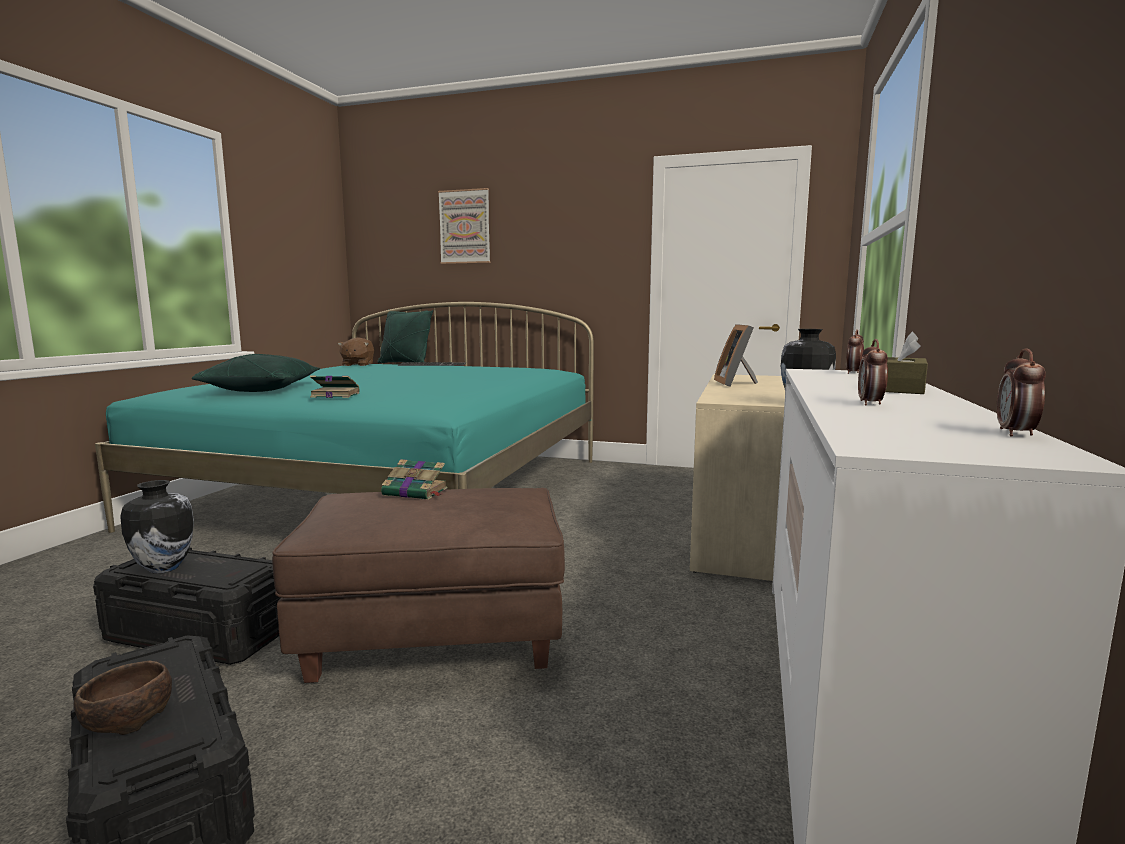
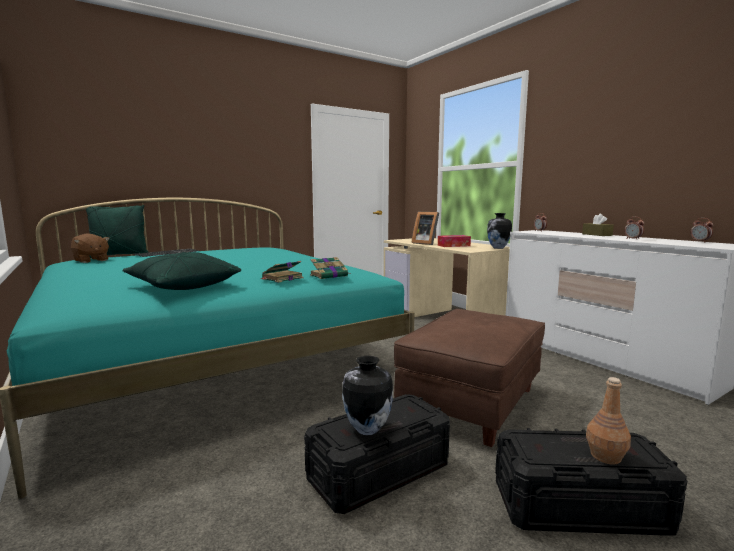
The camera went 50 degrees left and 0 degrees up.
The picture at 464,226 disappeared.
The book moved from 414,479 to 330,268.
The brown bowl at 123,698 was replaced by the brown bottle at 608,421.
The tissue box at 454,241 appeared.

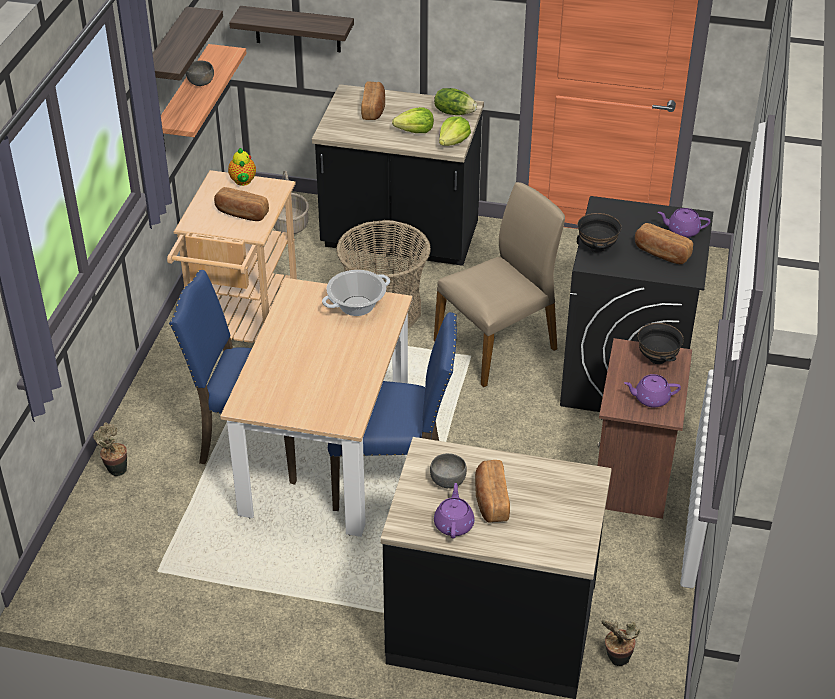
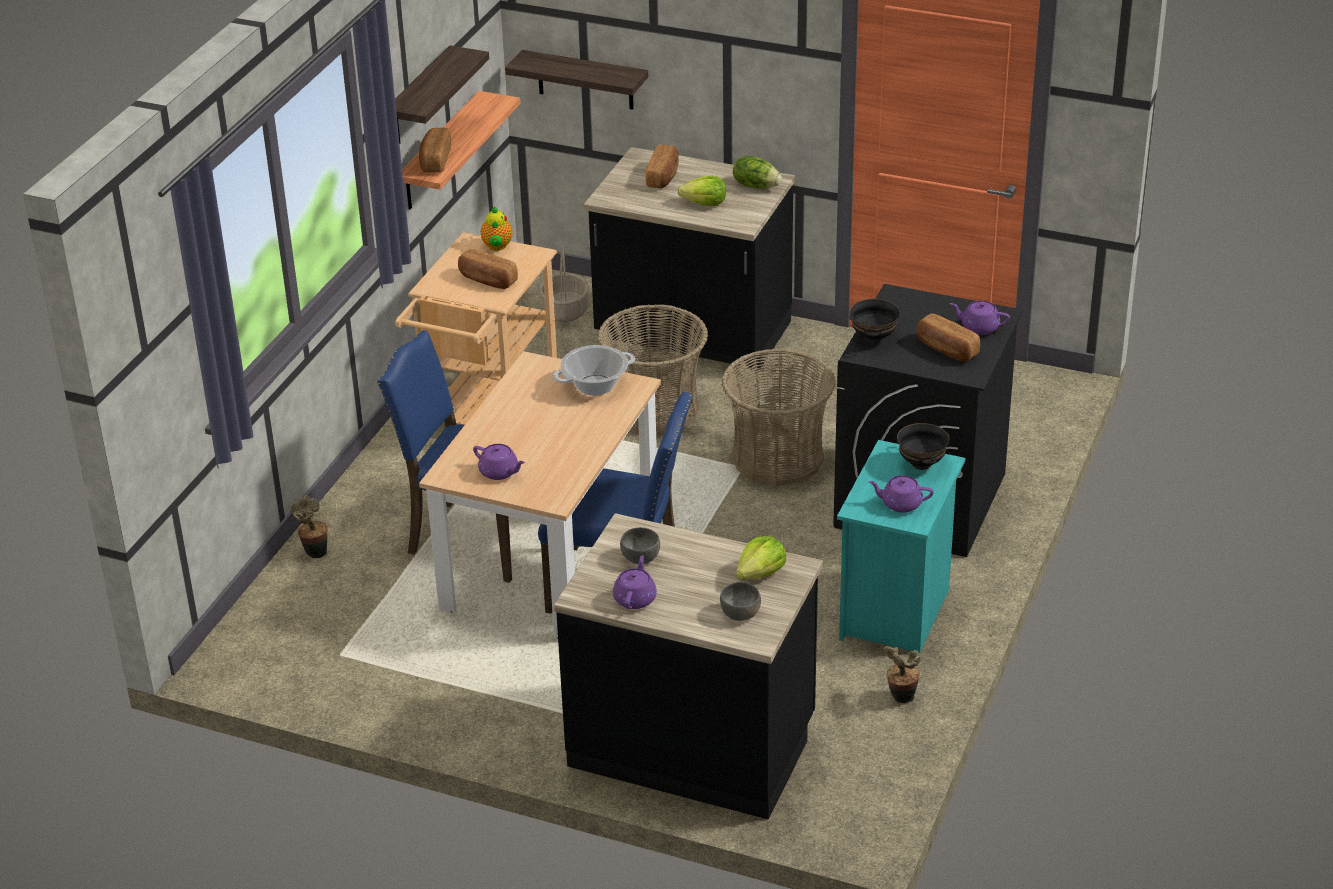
The camera went 10 degrees right and 5 degrees down.
The grey bowl moved from 200,73 to 740,601.
The lettuce moved from 455,131 to 761,558.
The beige chair at 499,285 was replaced by the basket at 778,417.
The brown nightstand at 644,428 became the turquoise nightstand at 901,546.
The bread moved from 492,491 to 435,150.
The potted plant moved from 621,643 to 902,674.
The purple teapot at 499,462 appeared.

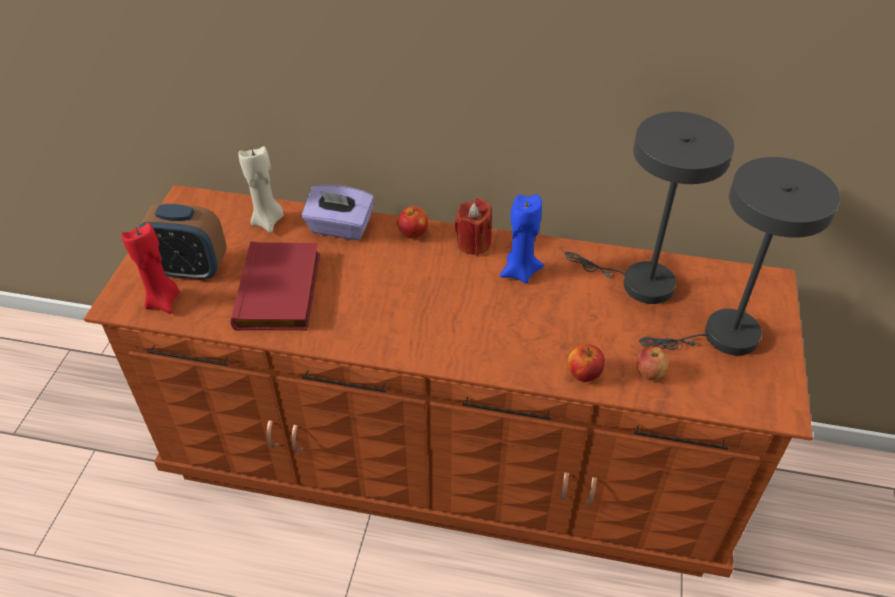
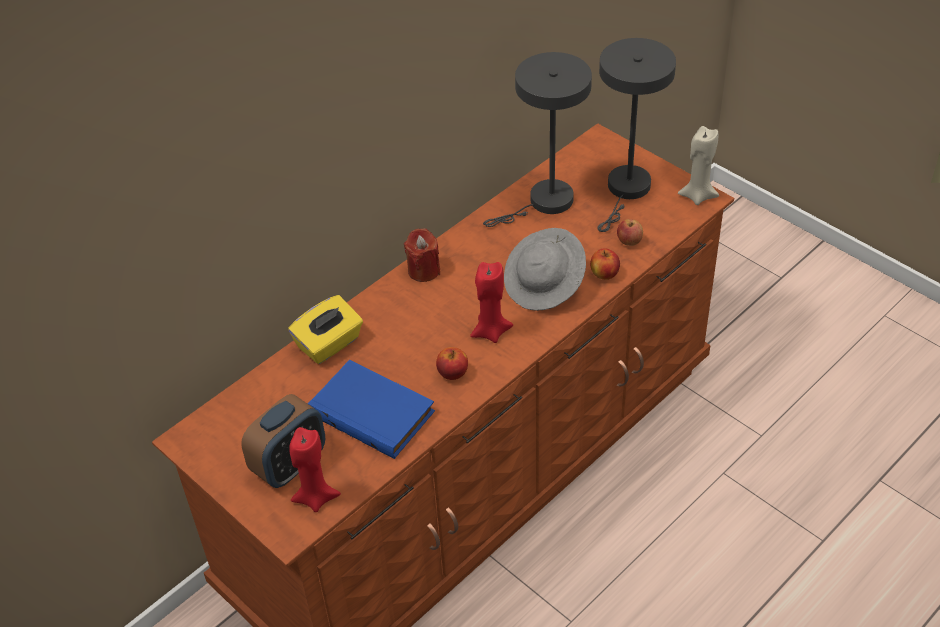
The camera went 55 degrees left and 0 degrees up.
The beige candle moved from 261,189 to 698,165.
The purple tissue box at 338,212 became the yellow tissue box at 325,329.
The blue candle at 522,238 disappeared.
The apple moved from 412,222 to 452,363.
The red book at 275,286 became the blue book at 371,409.
The grey hat at 545,269 appeared.
The red candle at 491,302 appeared.

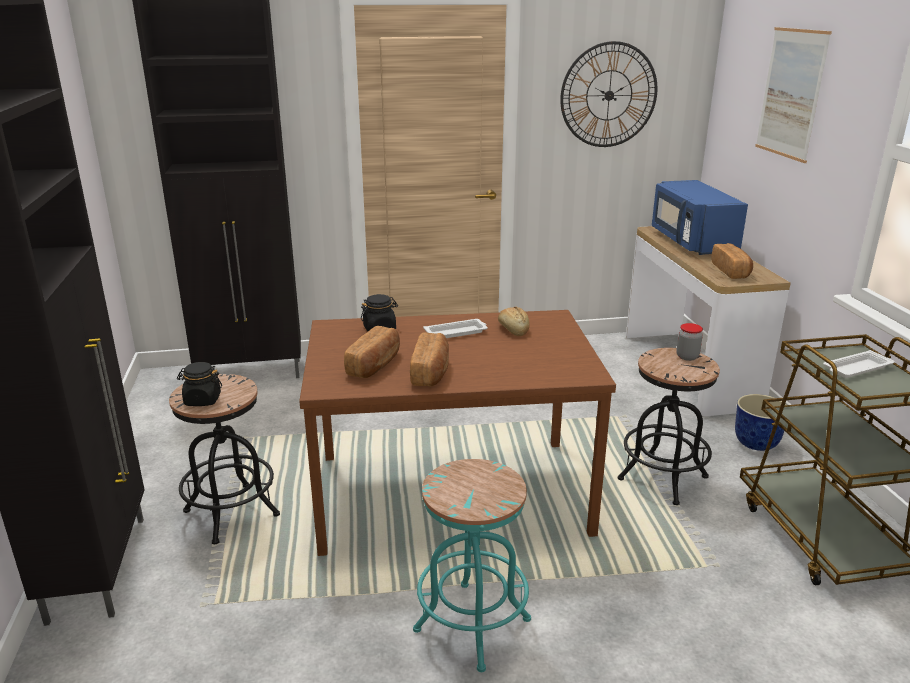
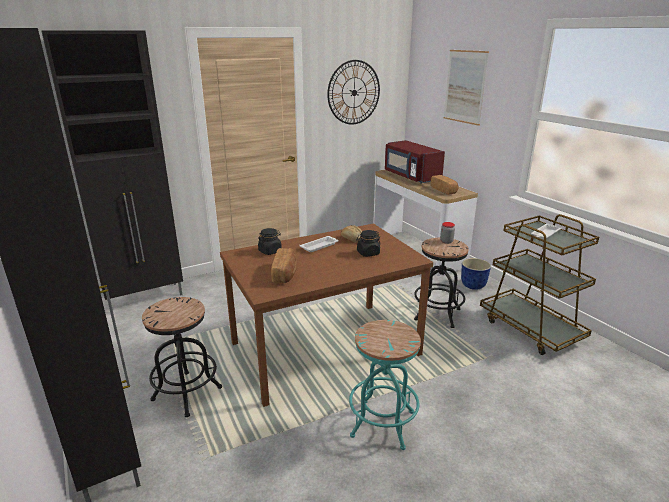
The camera went 20 degrees left and 0 degrees up.
The blue microwave at 700,217 became the red microwave at 415,161.
The bread at 429,359 disappeared.
The black jar moved from 199,384 to 368,243.

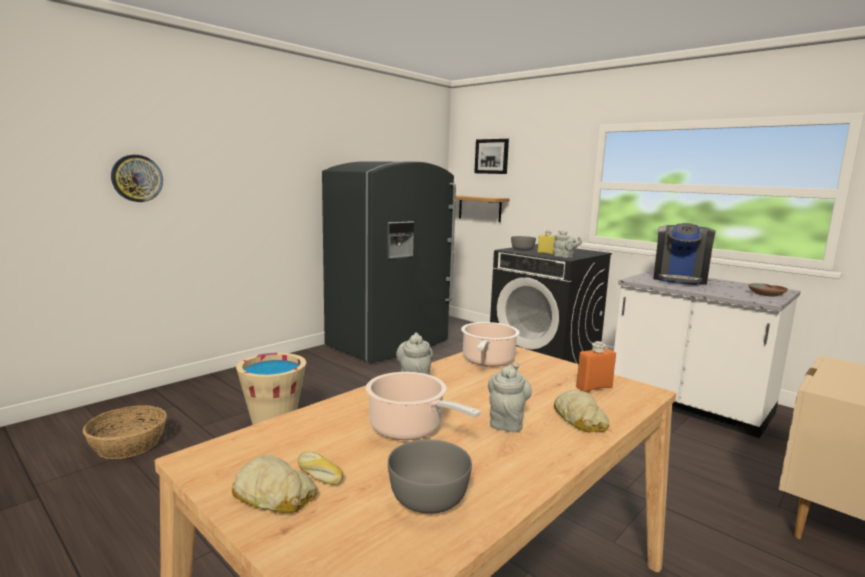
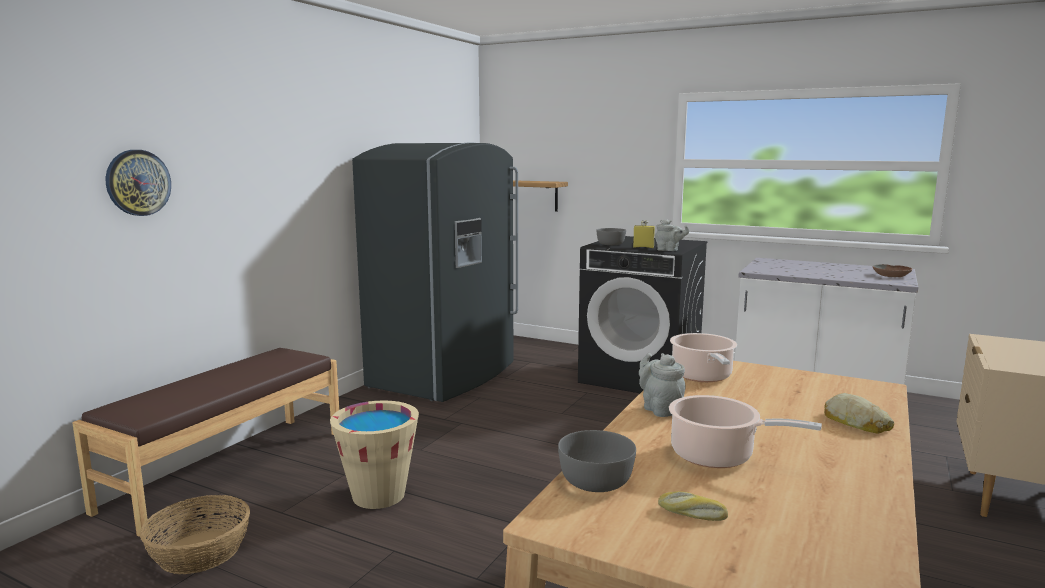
The camera went 15 degrees left and 0 degrees up.
The picture at 491,156 disappeared.
The coffee machine at 684,254 disappeared.
The orange bottle at 596,366 disappeared.
The grey teapot at 510,397 disappeared.
The grey bowl moved from 430,476 to 597,461.
The bread at 274,484 disappeared.
The brown bench at 205,442 appeared.

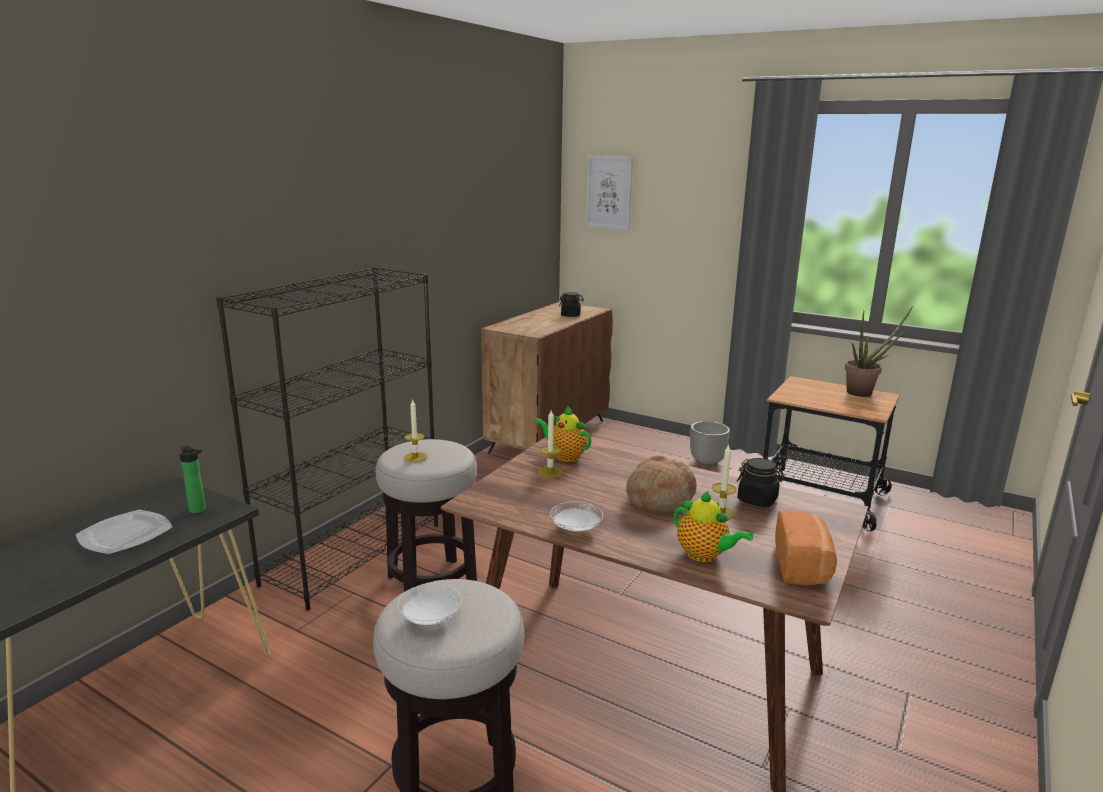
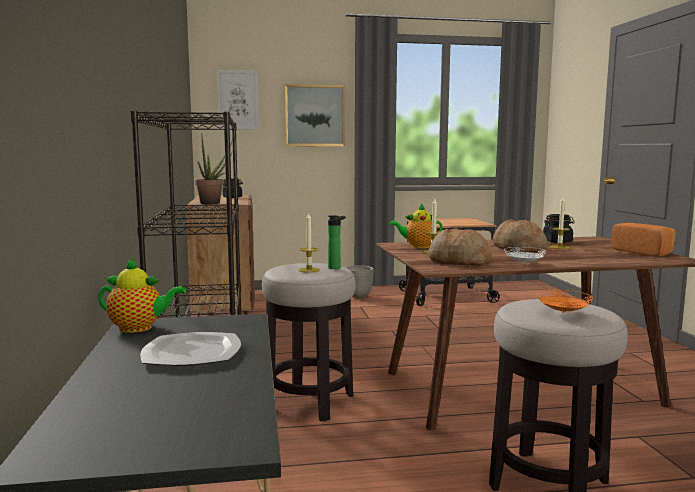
The camera went 40 degrees left and 10 degrees down.
The potted plant moved from 879,351 to 213,168.
The bottle moved from 193,479 to 337,242.
The teapot moved from 713,526 to 142,295.
The white plate at 430,604 became the orange plate at 565,301.
The picture at 315,115 appeared.
The bread at 460,247 appeared.

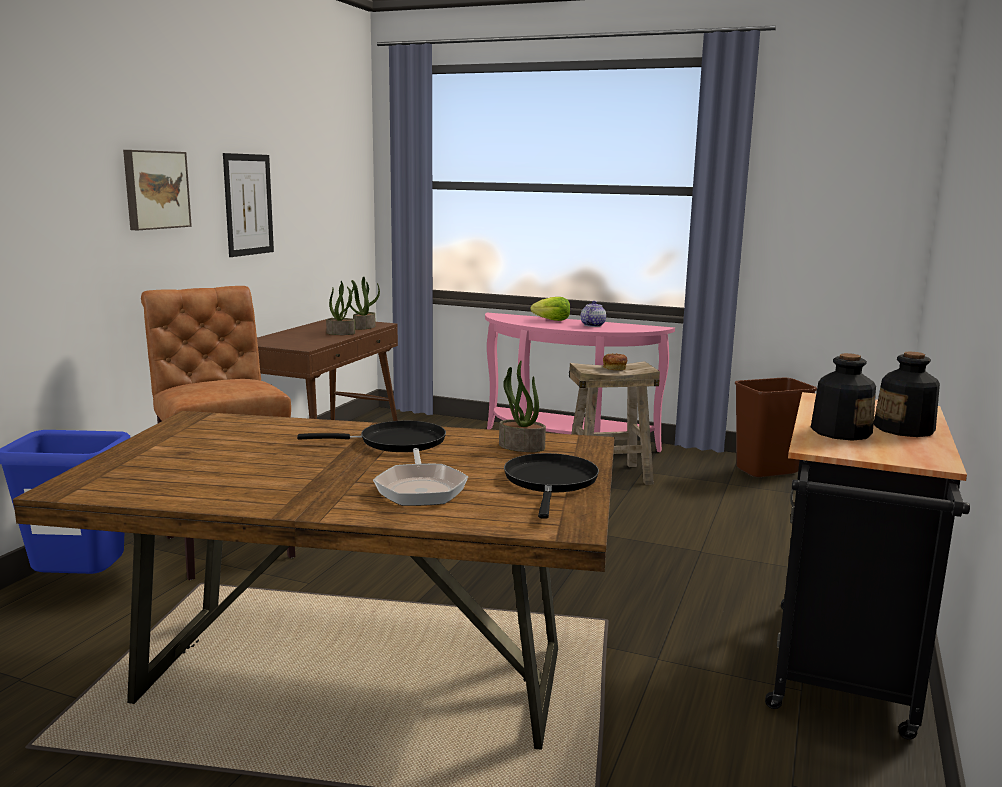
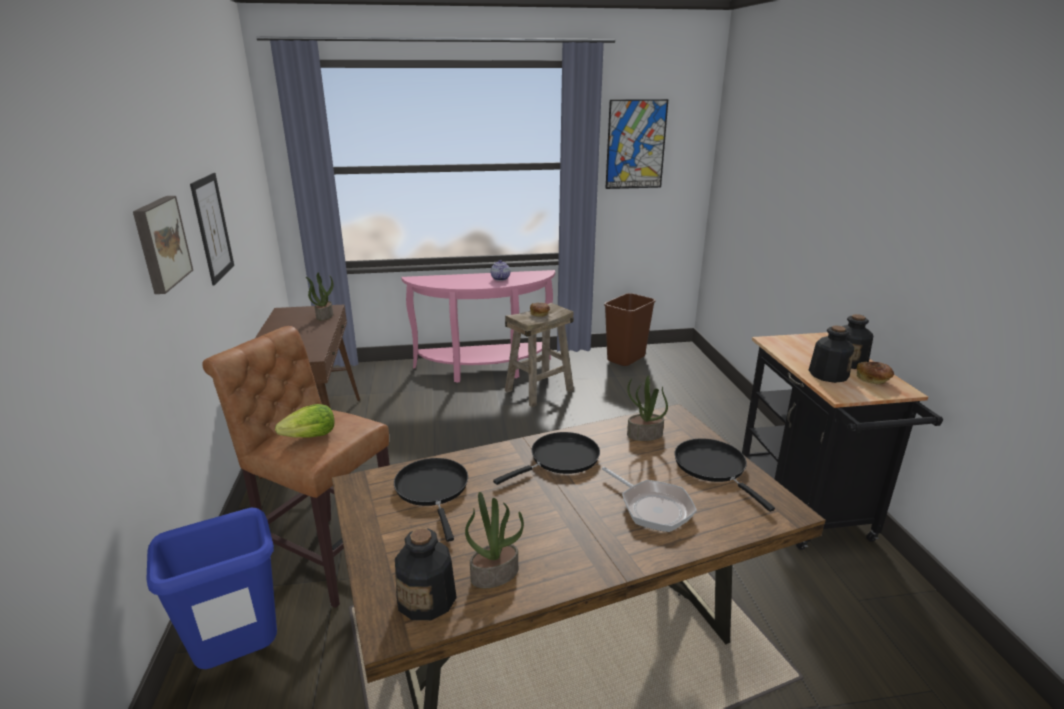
The camera went 30 degrees left and 10 degrees up.
The potted plant moved from 340,308 to 494,540.
The lettuce moved from 550,309 to 304,421.
The picture at 637,144 appeared.
The bread at 875,372 appeared.
The black frying pan at 431,500 appeared.
The bottle at 426,574 appeared.

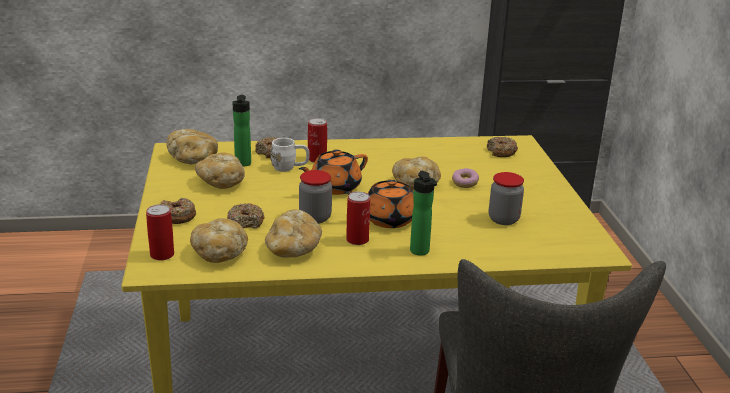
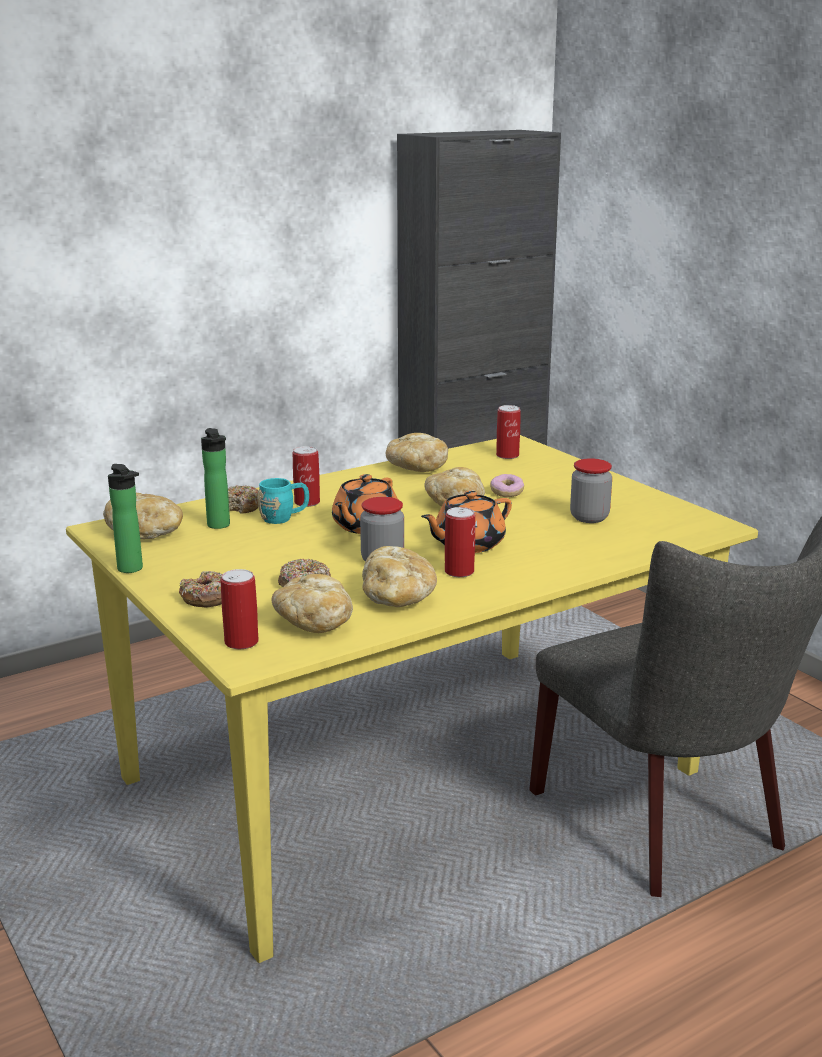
The camera went 25 degrees left and 5 degrees down.
The donut at 502,147 was replaced by the can at 508,432.
The white mug at 290,155 became the turquoise mug at 283,501.
The bread moved from 220,170 to 417,452.
The bottle moved from 423,213 to 125,518.

